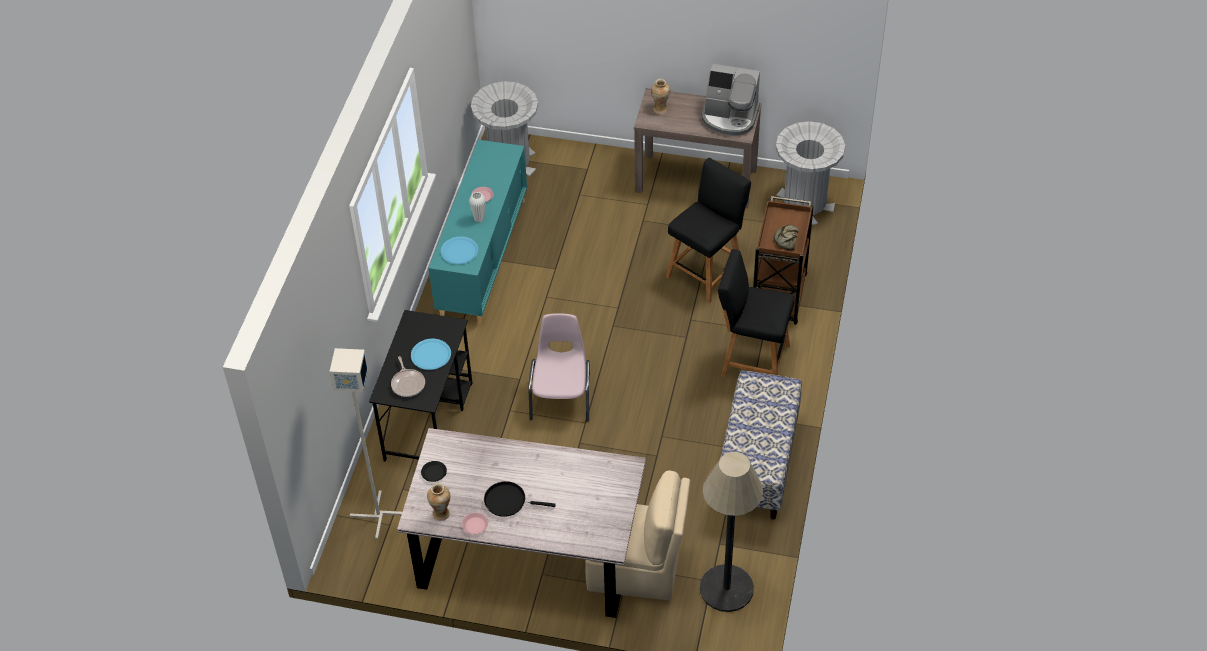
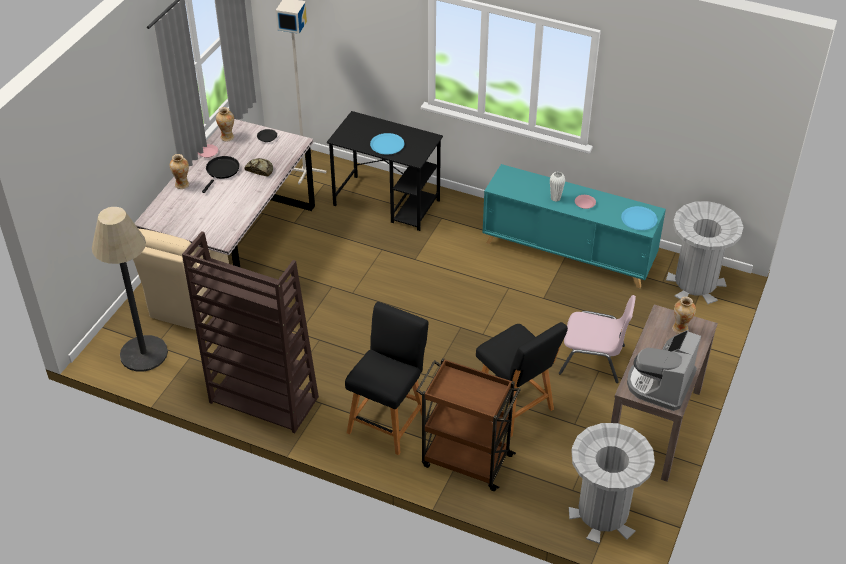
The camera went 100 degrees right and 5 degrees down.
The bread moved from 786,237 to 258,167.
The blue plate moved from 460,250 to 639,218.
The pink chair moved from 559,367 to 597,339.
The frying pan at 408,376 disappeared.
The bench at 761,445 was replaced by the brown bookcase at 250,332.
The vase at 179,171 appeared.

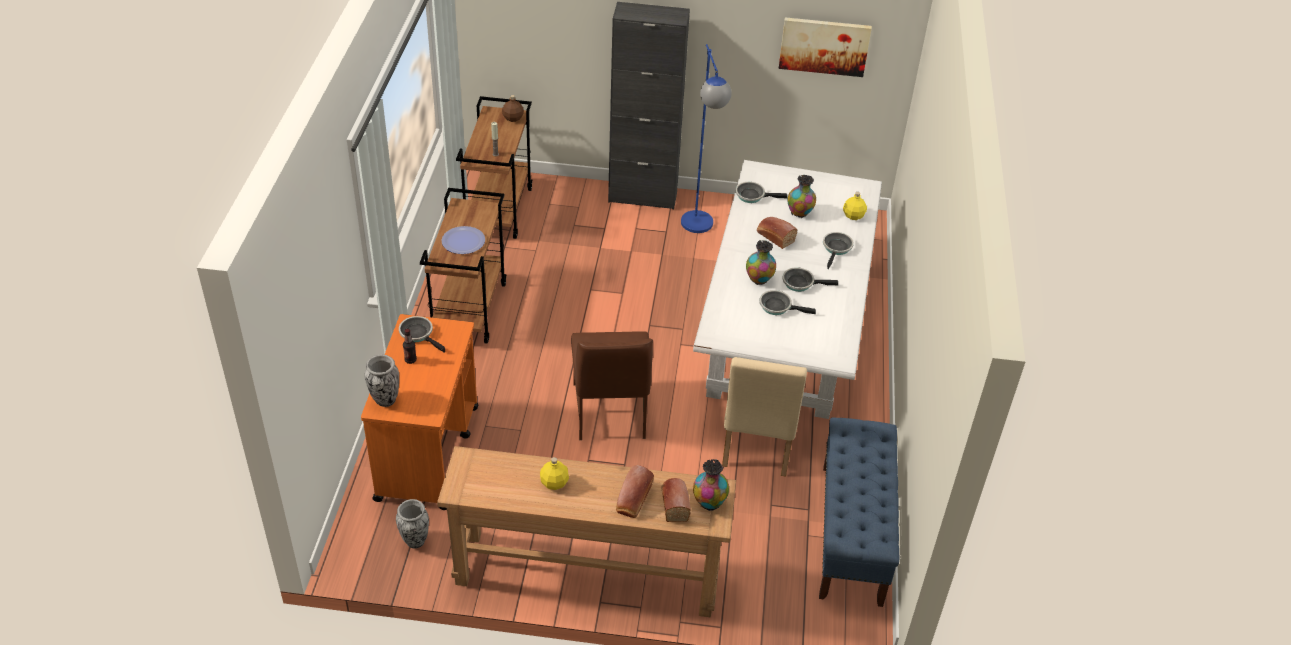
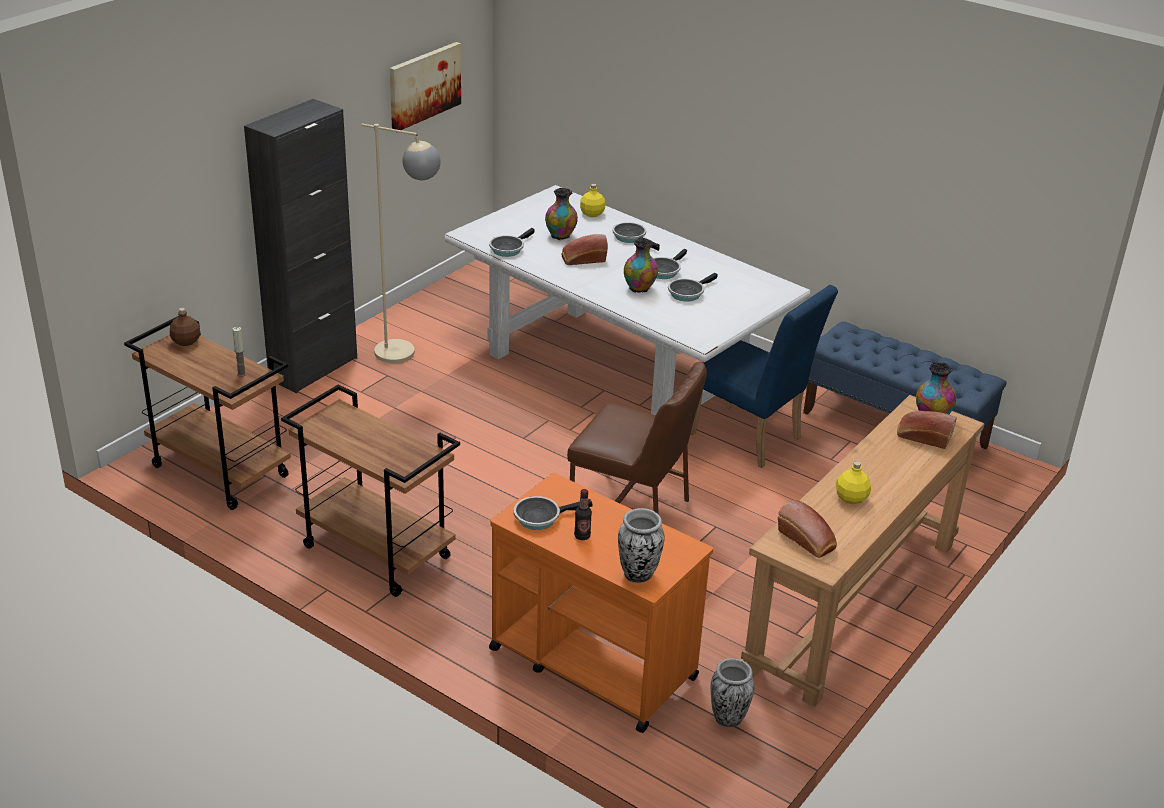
The camera went 60 degrees left and 10 degrees down.
The blue floor lamp at 706,138 became the beige floor lamp at 401,243.
The plate at 463,240 disappeared.
The beige chair at 764,417 became the blue chair at 764,376.
The bread moved from 635,491 to 807,529.

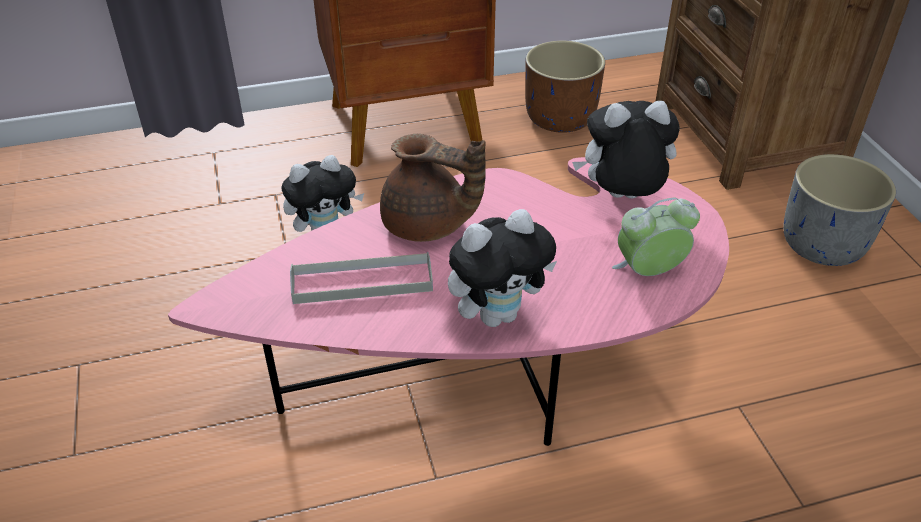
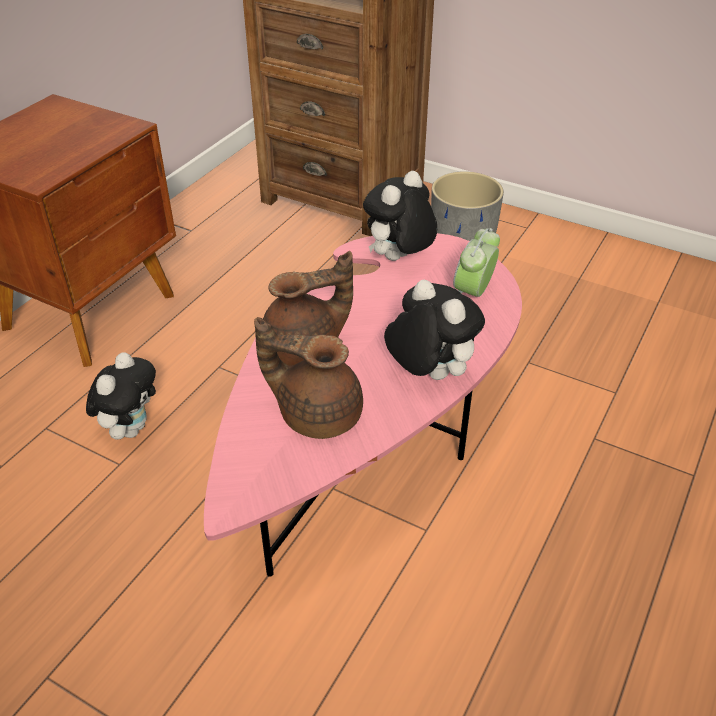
The camera went 45 degrees left and 0 degrees up.
The brown planter at 565,87 disappeared.
The plush toy at 502,268 turned 60 degrees counterclockwise.
The grey tray at 361,278 was replaced by the brown teapot at 308,378.

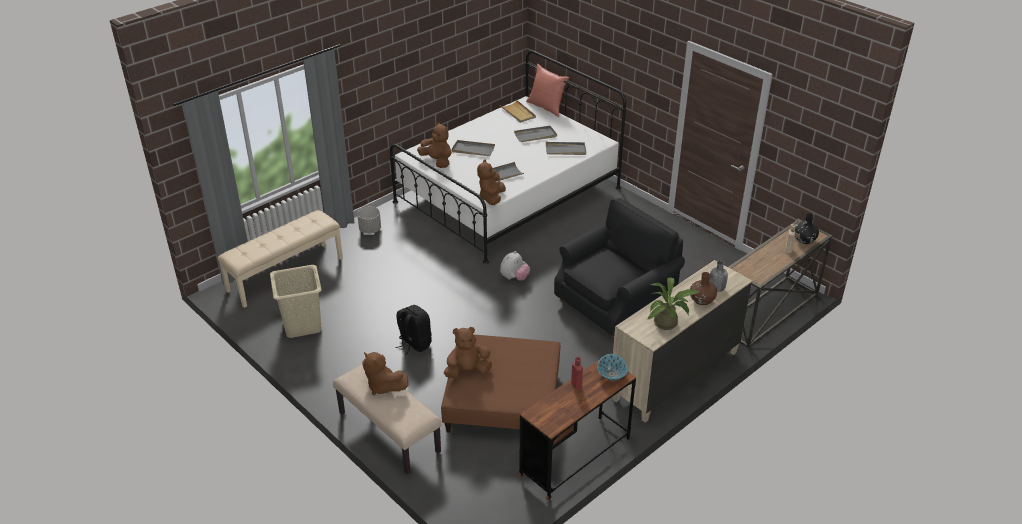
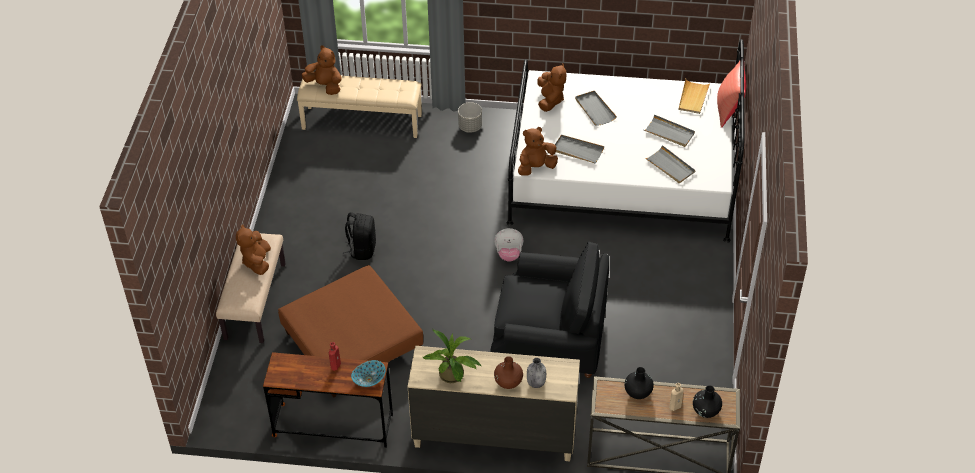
The camera went 50 degrees right and 10 degrees up.
The beige laundry basket at 296,301 disappeared.
The brown plush toy moved from 468,352 to 321,70.
The black vase at 639,383 appeared.

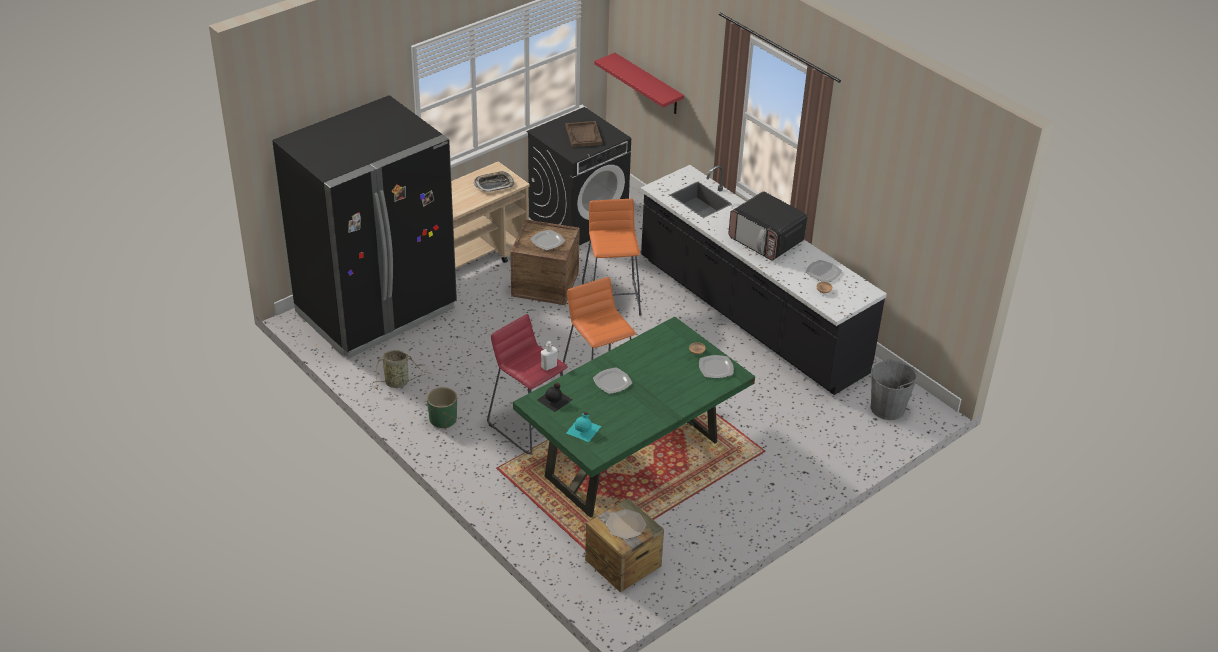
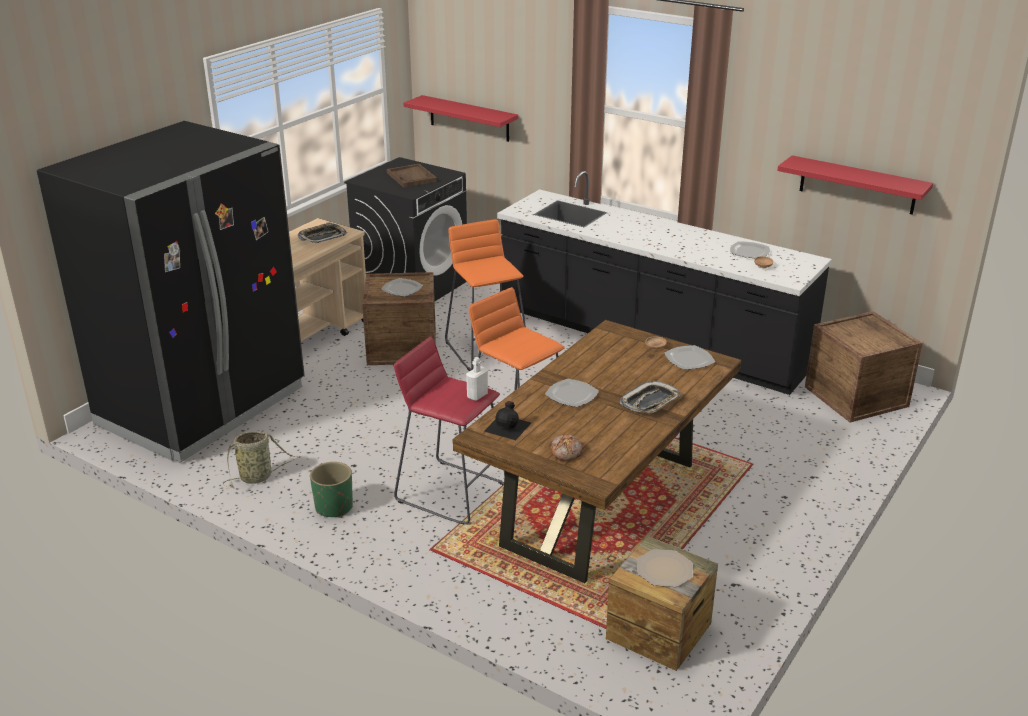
The camera went 15 degrees left and 10 degrees down.
The microwave at 768,226 disappeared.
The green dining table at 634,417 became the brown dining table at 597,451.
The grey bucket at 894,389 was replaced by the crate at 864,366.
The turquoise bottle at 583,427 was replaced by the bread at 566,447.
The red shelf at 855,185 appeared.
The tray at 650,397 appeared.

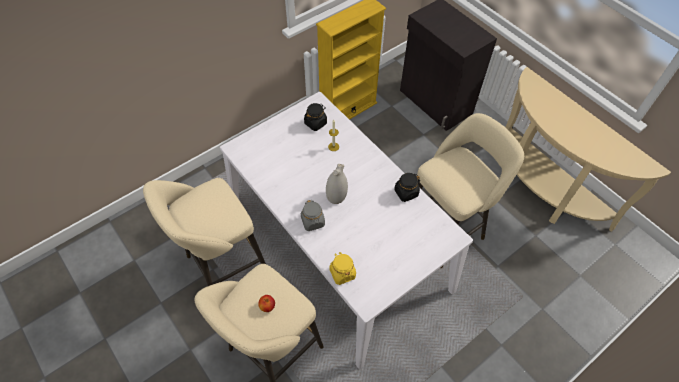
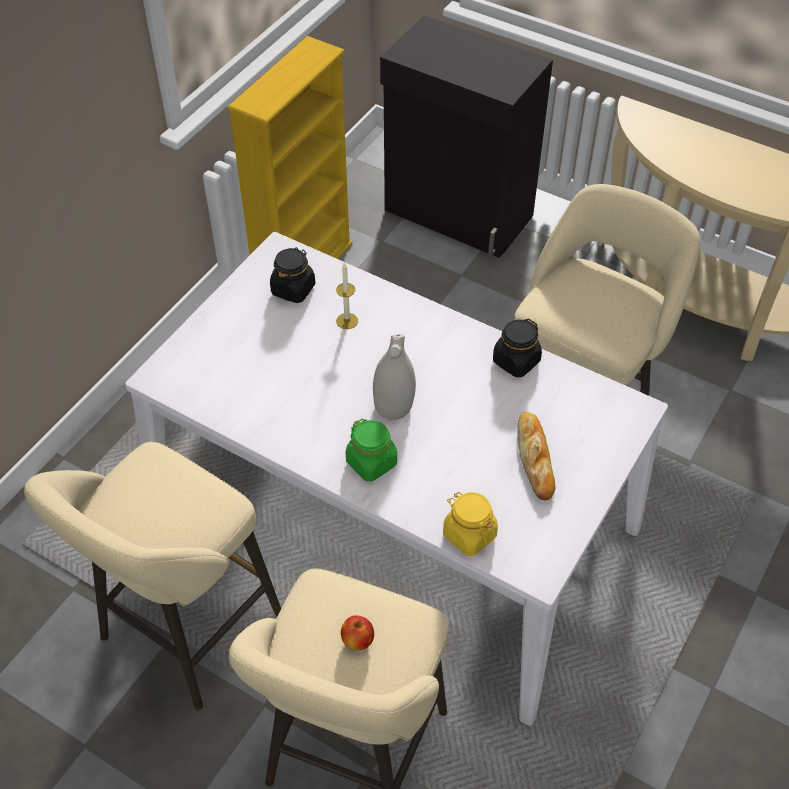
The camera went 20 degrees left and 5 degrees down.
The grey jar at 313,215 became the green jar at 371,450.
The bread at 536,456 appeared.

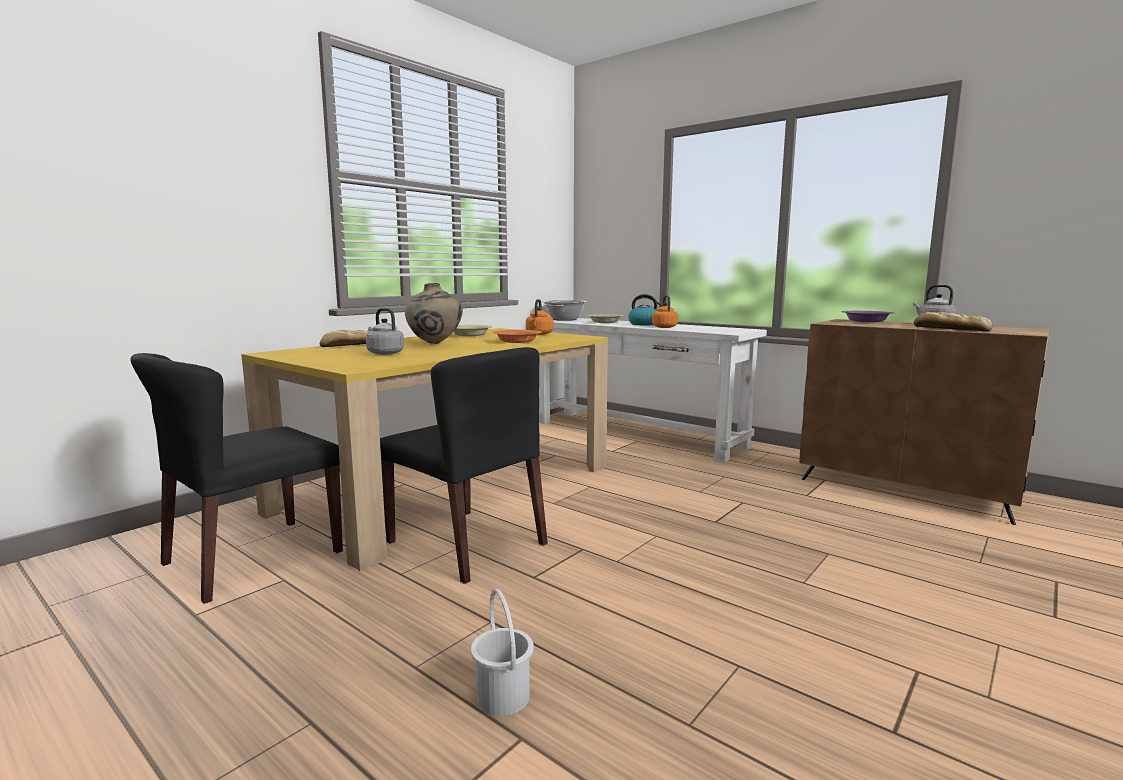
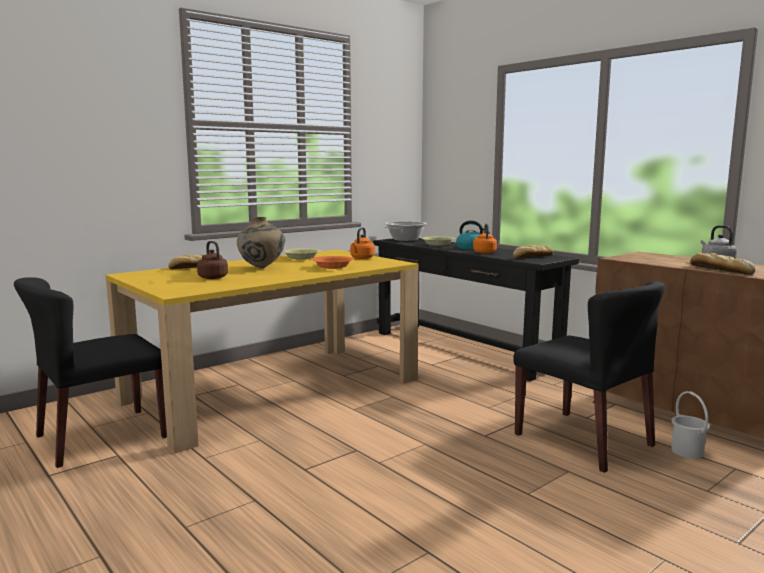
The camera went 10 degrees right and 0 degrees up.
The grey kettle at 385,331 became the brown kettle at 212,260.
The purple bowl at 867,316 disappeared.
The white console table at 653,390 became the black console table at 476,309.
The black chair moved from 464,465 to 589,377.
The white bucket moved from 502,652 to 690,425.
The bread at 533,251 appeared.

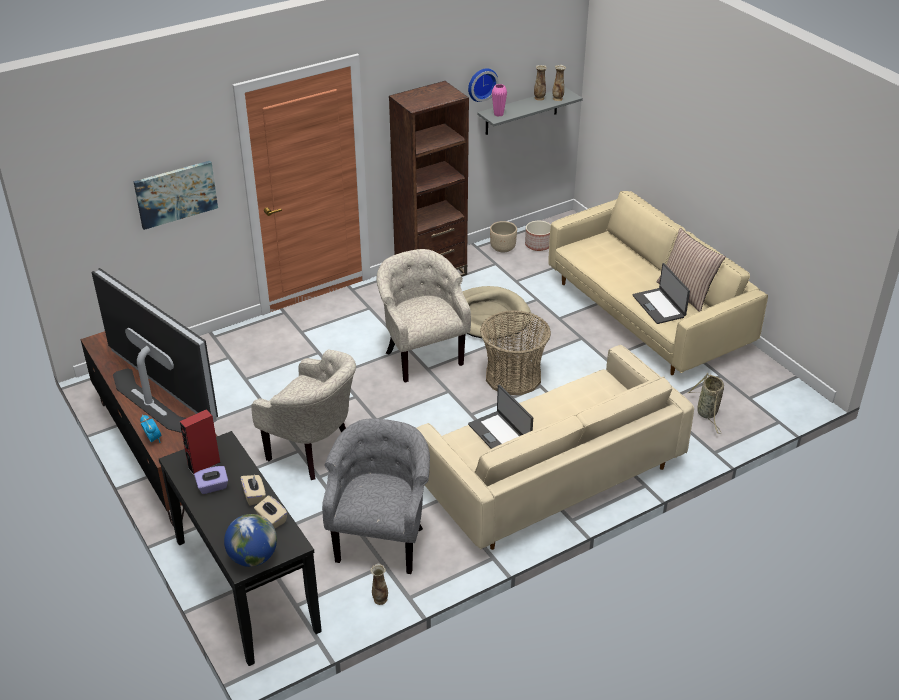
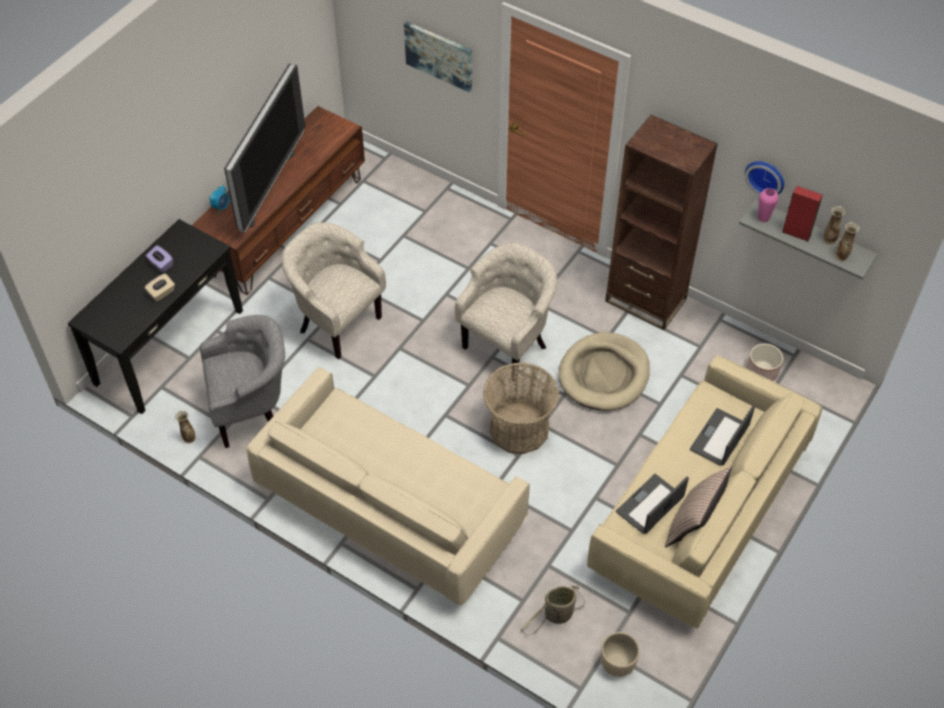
The camera went 65 degrees right and 15 degrees up.
The beige planter moved from 503,237 to 620,654.
The beige armchair at 303,414 turned 120 degrees clockwise.
The laptop moved from 500,417 to 722,435.
The red speaker moved from 200,442 to 802,214.
The beige tissue box at 270,512 disappeared.
The globe at 250,540 disappeared.

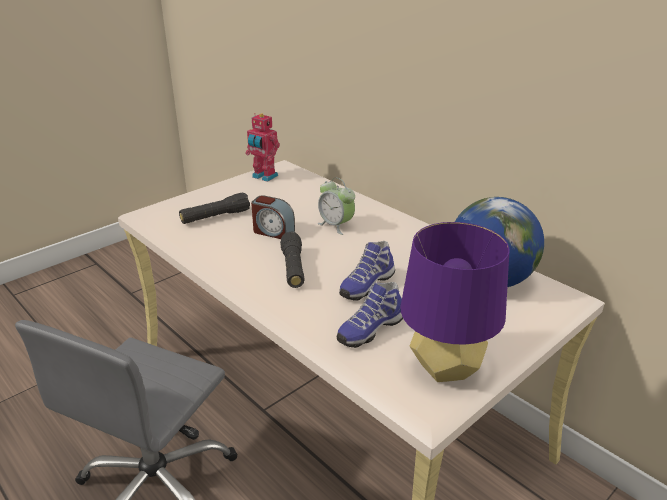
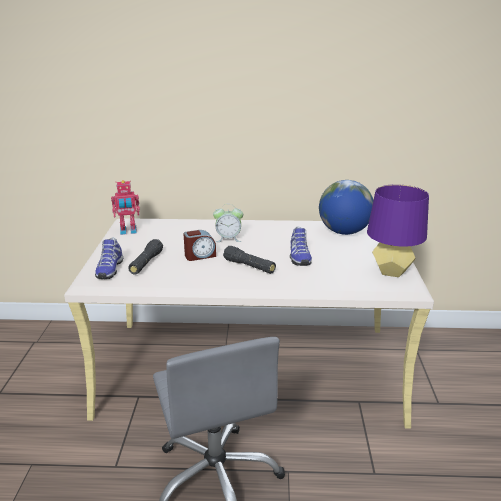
The camera went 45 degrees left and 5 degrees down.
The shoe moved from 370,315 to 109,258.

